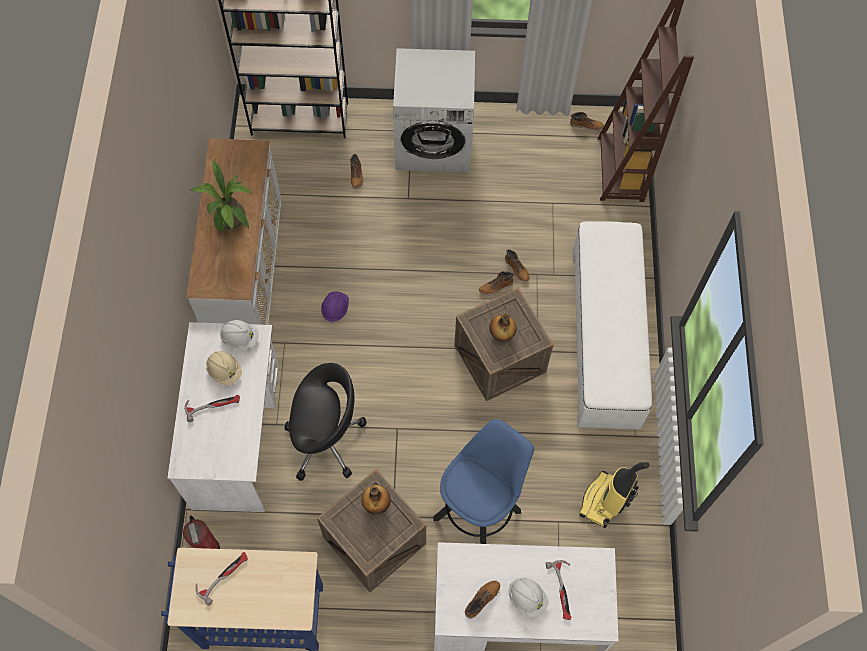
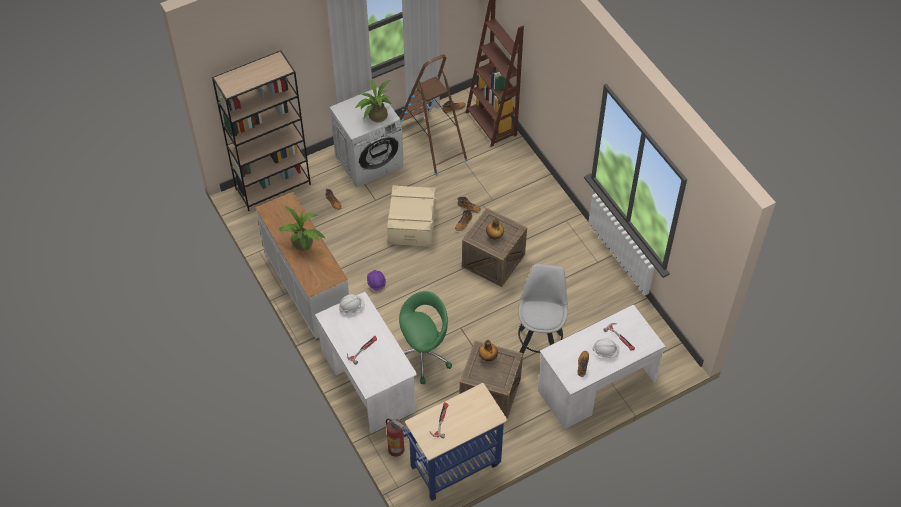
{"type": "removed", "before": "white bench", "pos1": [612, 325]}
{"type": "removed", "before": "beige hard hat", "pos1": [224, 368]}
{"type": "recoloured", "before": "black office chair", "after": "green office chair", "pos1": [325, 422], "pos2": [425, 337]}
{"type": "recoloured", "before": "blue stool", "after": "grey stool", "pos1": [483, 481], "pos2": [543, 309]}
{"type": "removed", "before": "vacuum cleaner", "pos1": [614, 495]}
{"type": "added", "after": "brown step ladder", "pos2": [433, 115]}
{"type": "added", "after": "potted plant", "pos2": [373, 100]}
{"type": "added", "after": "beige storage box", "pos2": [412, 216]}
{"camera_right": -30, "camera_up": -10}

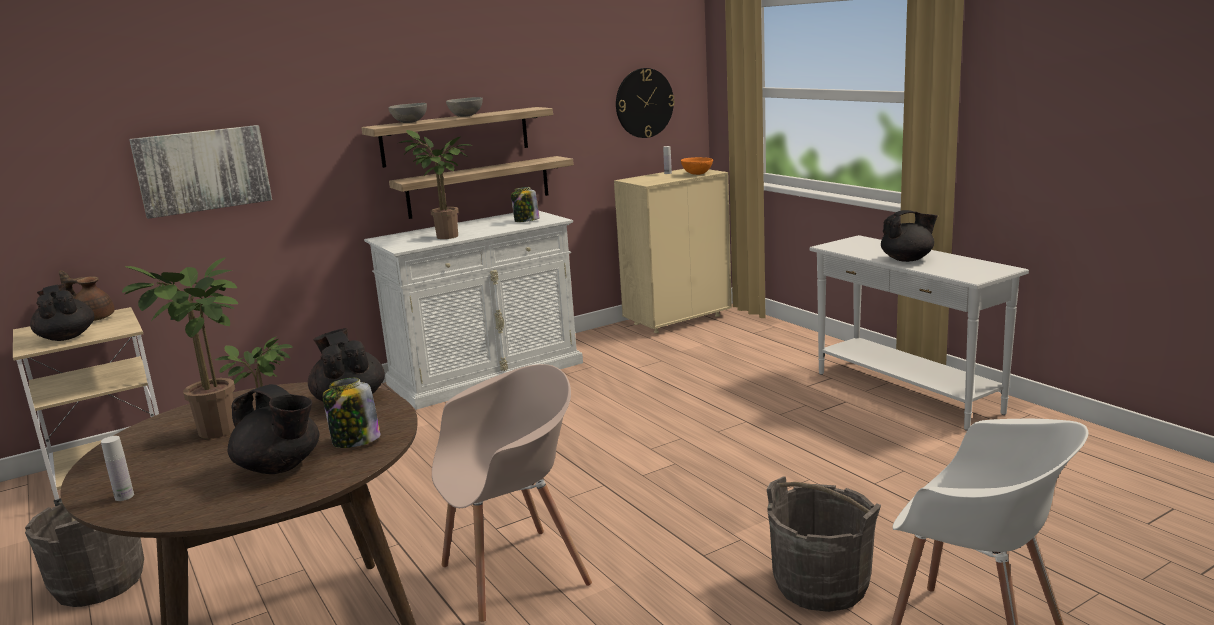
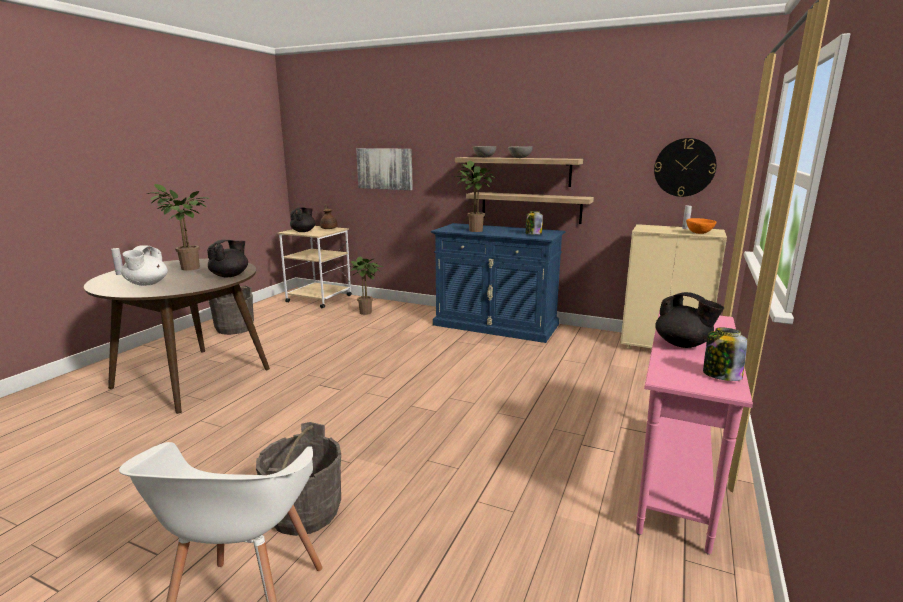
{"type": "recoloured", "before": "white dresser", "after": "blue dresser", "pos1": [473, 310], "pos2": [498, 283]}
{"type": "recoloured", "before": "white console table", "after": "pink console table", "pos1": [919, 333], "pos2": [694, 432]}
{"type": "removed", "before": "beige chair", "pos1": [512, 493]}
{"type": "moved", "before": "jar", "pos1": [352, 413], "pos2": [725, 354]}
{"type": "recoloured", "before": "black teapot", "after": "white teapot", "pos1": [273, 429], "pos2": [144, 266]}
{"camera_right": 55, "camera_up": 0}

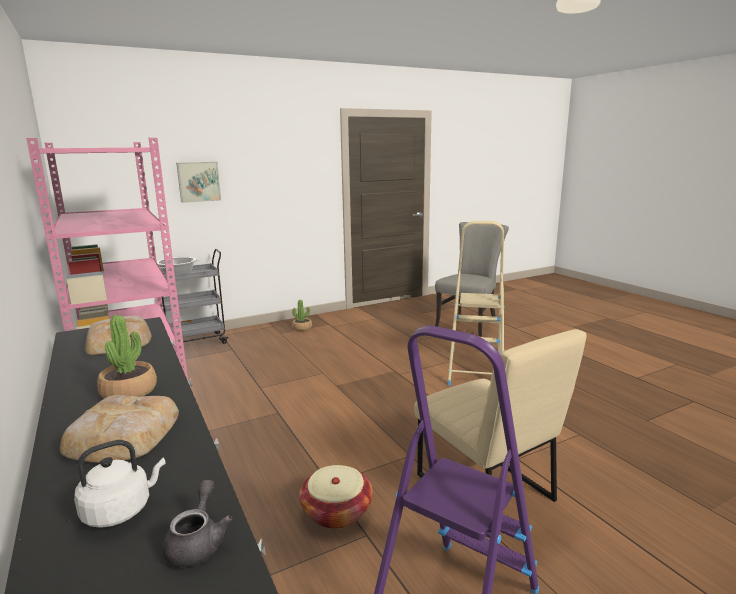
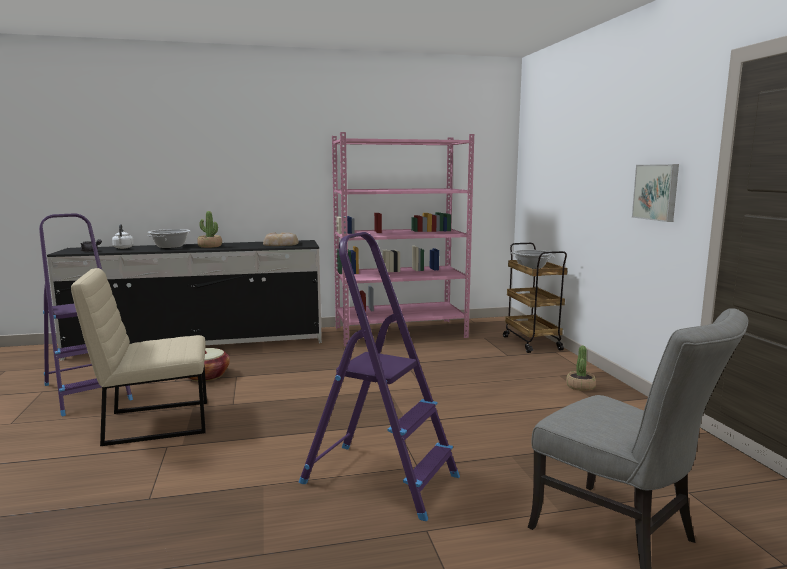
{"type": "moved", "before": "picture", "pos1": [198, 182], "pos2": [655, 193]}
{"type": "recoloured", "before": "beige step ladder", "after": "purple step ladder", "pos1": [476, 303], "pos2": [379, 376]}
{"type": "recoloured", "before": "grey cart", "after": "brown cart", "pos1": [190, 296], "pos2": [535, 298]}
{"type": "replaced", "before": "bread", "after": "cooking pot", "pos1": [119, 429], "pos2": [168, 238]}
{"camera_right": 105, "camera_up": -5}

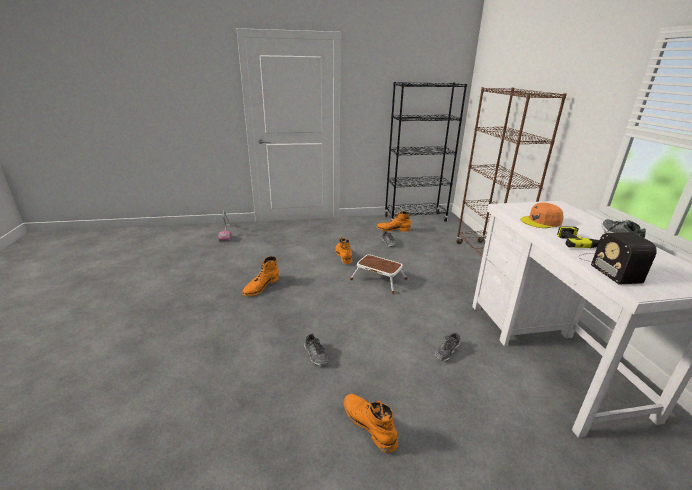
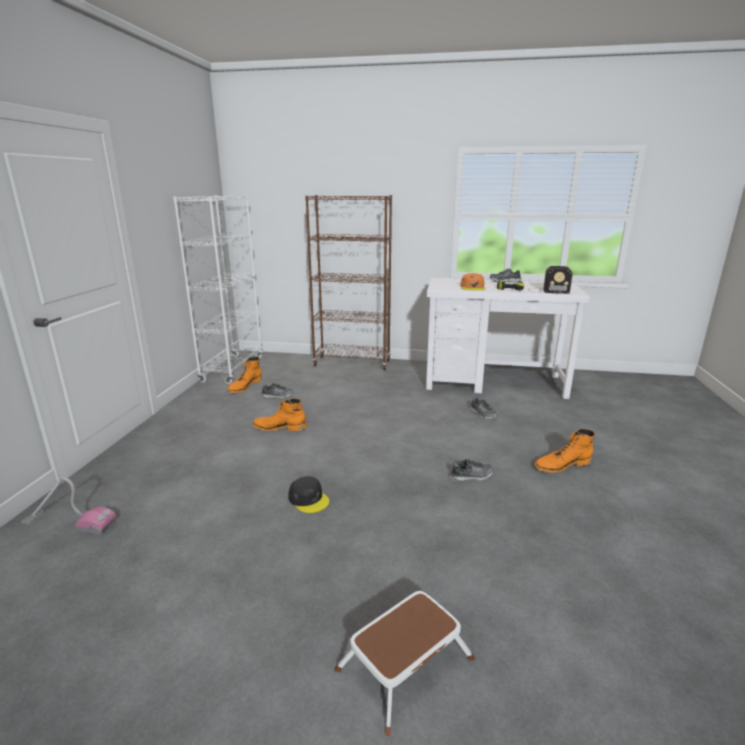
{"type": "recoloured", "before": "black bookcase", "after": "white bookcase", "pos1": [426, 152], "pos2": [217, 289]}
{"type": "moved", "before": "brown step ladder", "pos1": [378, 274], "pos2": [404, 663]}
{"type": "replaced", "before": "orange boot", "after": "black cap", "pos1": [260, 276], "pos2": [309, 494]}
{"camera_right": -70, "camera_up": -5}

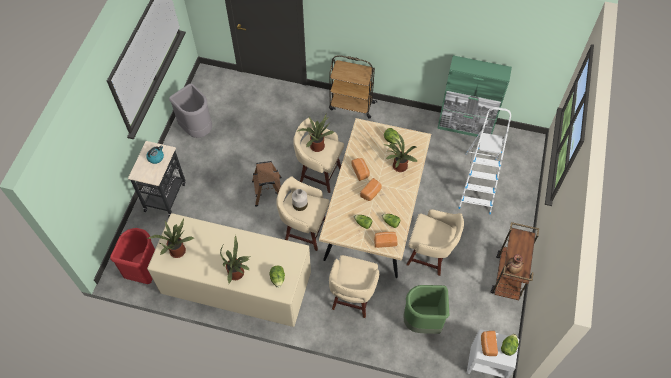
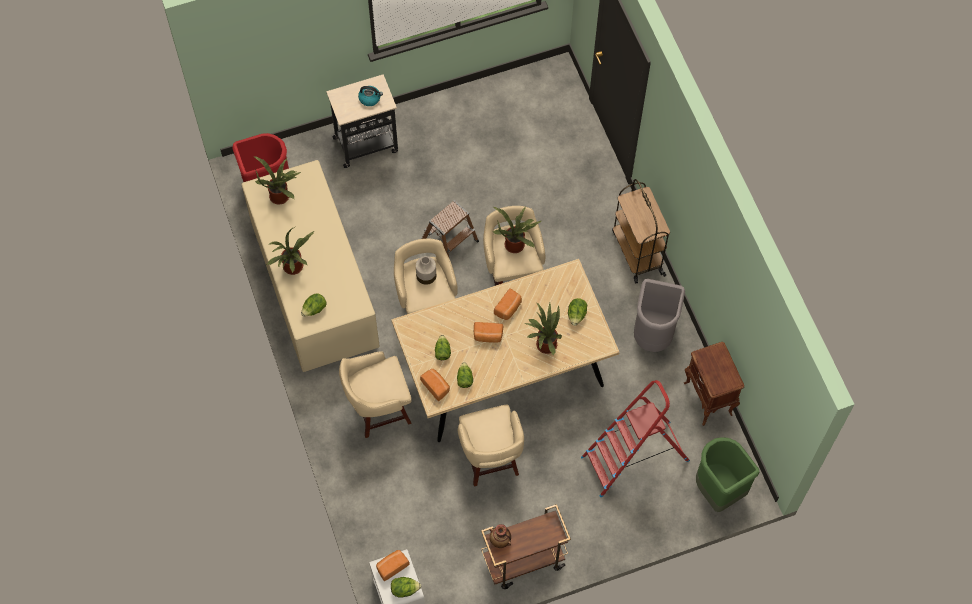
{"type": "replaced", "before": "green cabinet", "after": "brown nightstand", "pos1": [474, 96], "pos2": [714, 384]}
{"type": "moved", "before": "grey trash can", "pos1": [190, 110], "pos2": [659, 315]}
{"type": "recoloured", "before": "white step ladder", "after": "red step ladder", "pos1": [485, 160], "pos2": [635, 438]}
{"type": "moved", "before": "green trash can", "pos1": [426, 309], "pos2": [728, 474]}
{"camera_right": 55, "camera_up": 5}

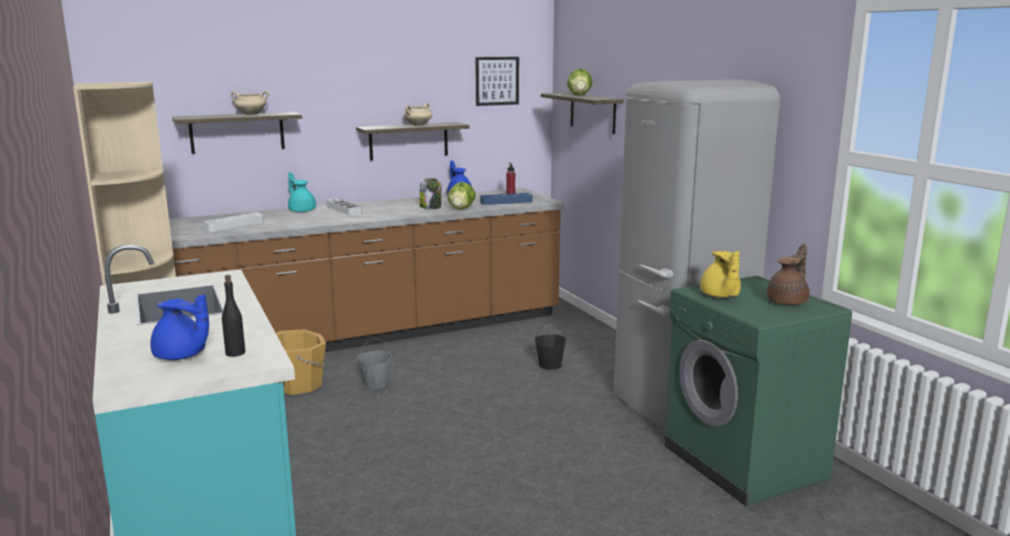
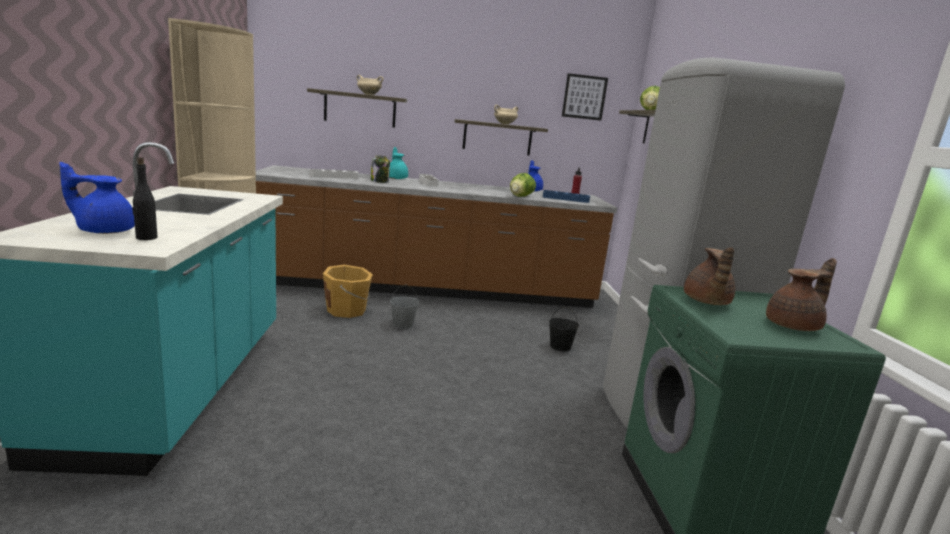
{"type": "moved", "before": "jar", "pos1": [430, 193], "pos2": [380, 169]}
{"type": "recoloured", "before": "yellow teapot", "after": "brown teapot", "pos1": [720, 274], "pos2": [709, 276]}
{"type": "turned", "before": "blue teapot", "pos1": [179, 327], "pos2": [97, 198], "turn": 135}
{"camera_right": 20, "camera_up": 0}

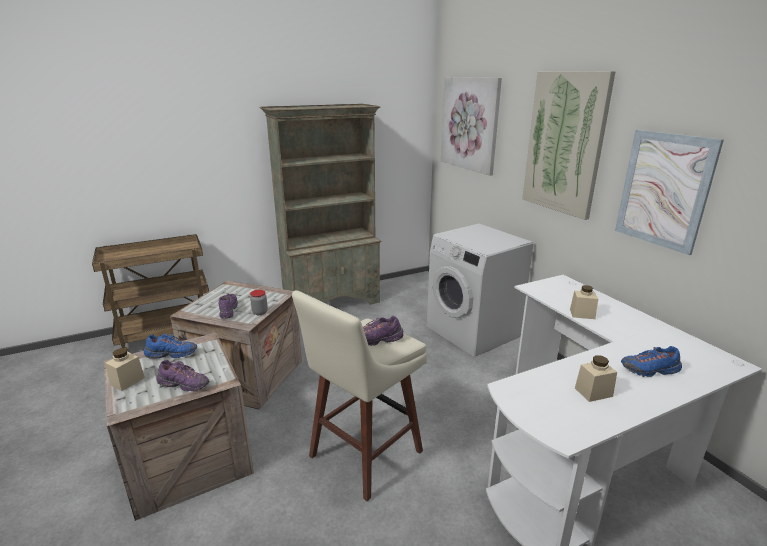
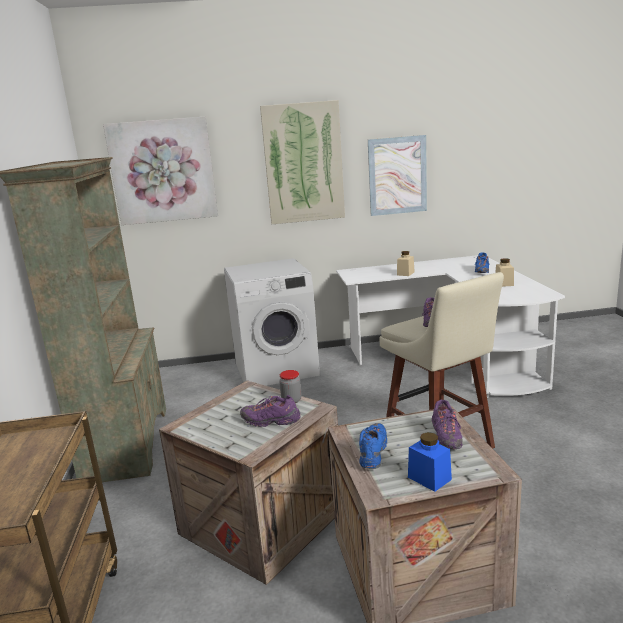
{"type": "recoloured", "before": "beige jar", "after": "blue jar", "pos1": [125, 369], "pos2": [430, 462]}
{"type": "turned", "before": "purple shoe", "pos1": [182, 375], "pos2": [447, 424], "turn": 150}
{"camera_right": -70, "camera_up": -5}

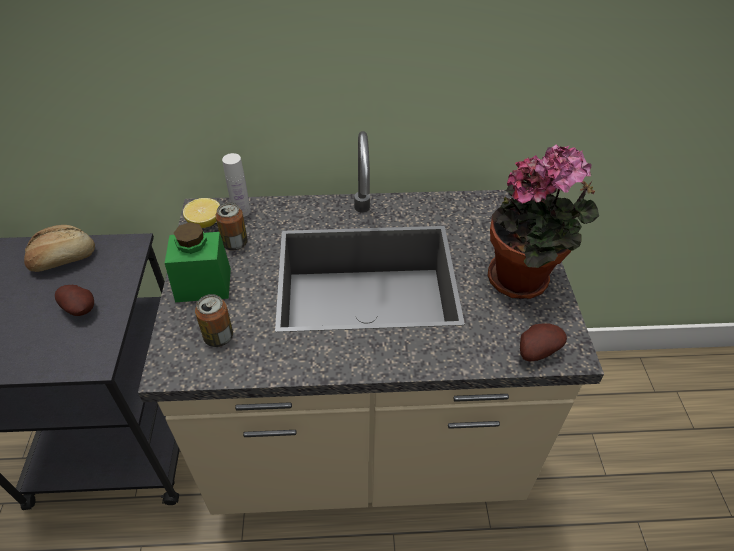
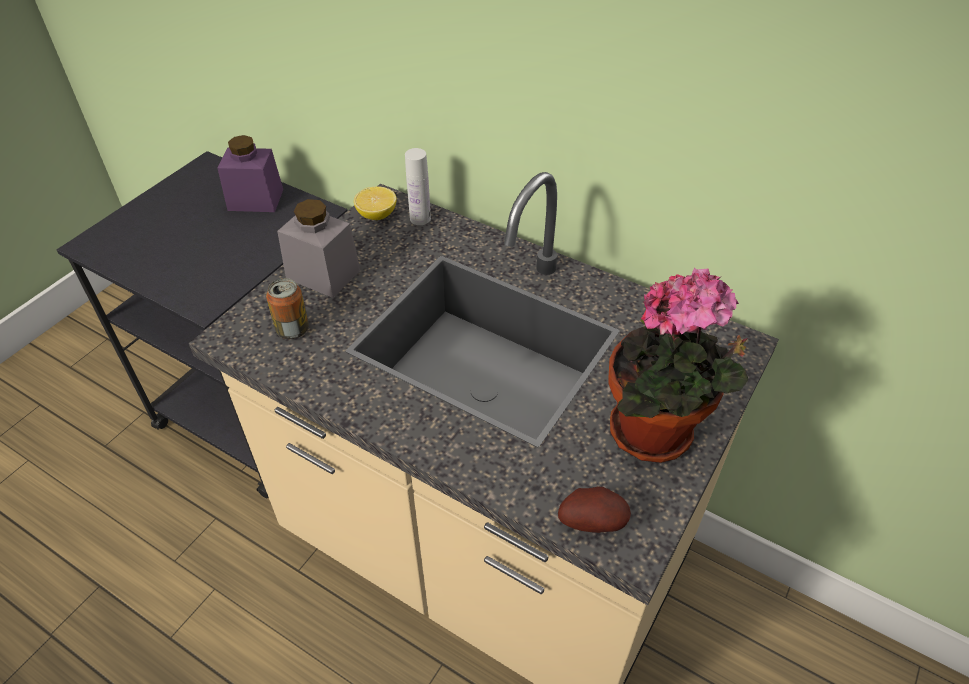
{"type": "removed", "before": "can", "pos1": [231, 226]}
{"type": "recoloured", "before": "green jar", "after": "grey jar", "pos1": [198, 262], "pos2": [318, 248]}
{"type": "replaced", "before": "bread", "after": "purple jar", "pos1": [59, 248], "pos2": [250, 173]}
{"type": "removed", "before": "potato", "pos1": [74, 300]}
{"camera_right": 35, "camera_up": 0}

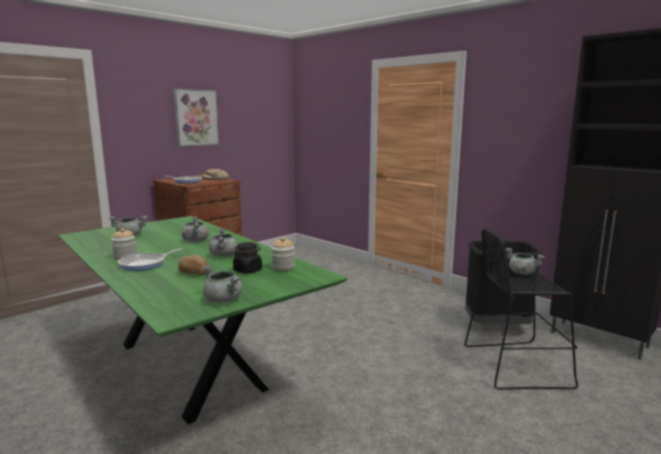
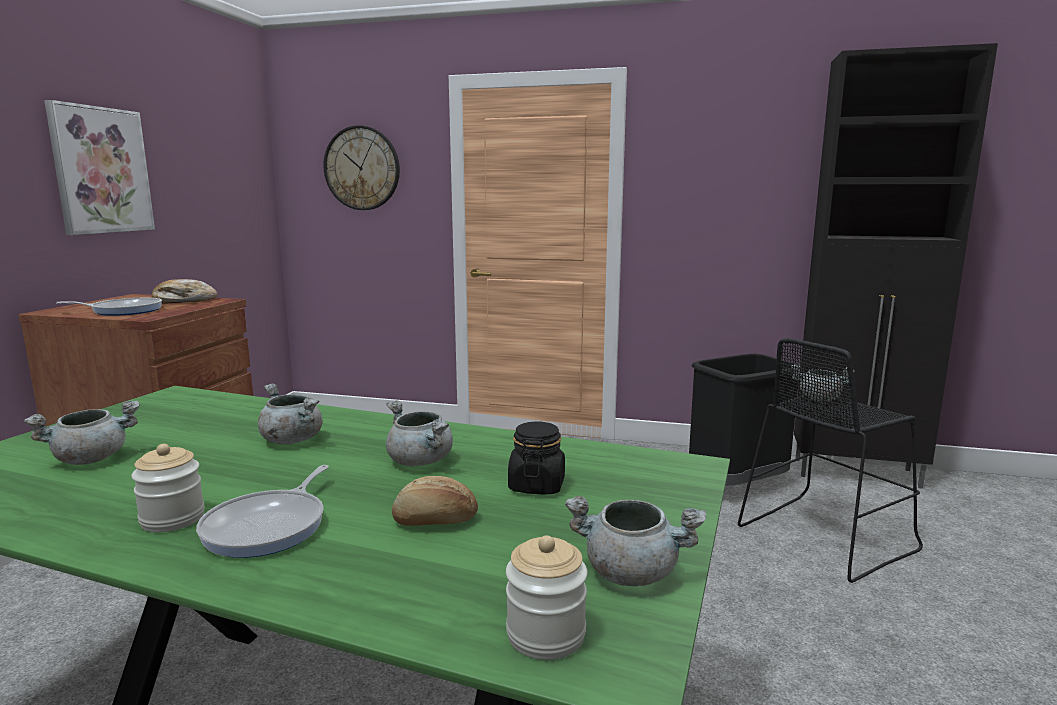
{"type": "moved", "before": "jar", "pos1": [283, 254], "pos2": [546, 597]}
{"type": "added", "after": "wall clock", "pos2": [361, 167]}
{"camera_right": -30, "camera_up": 0}

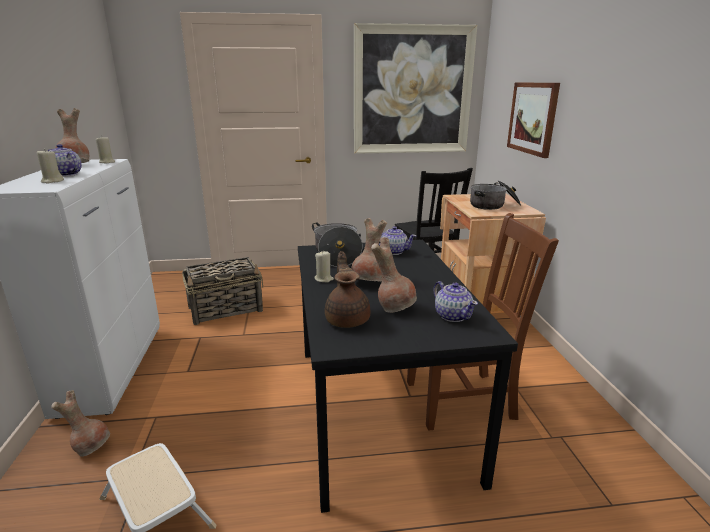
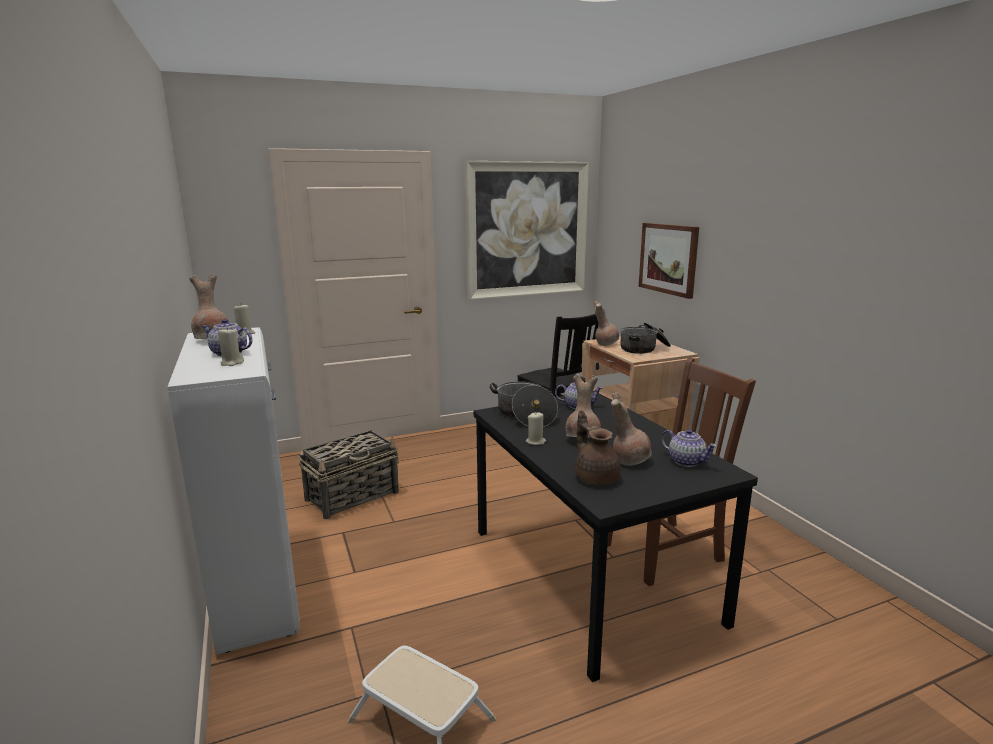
{"type": "moved", "before": "brown vase", "pos1": [80, 423], "pos2": [606, 323]}
{"camera_right": -15, "camera_up": -5}

